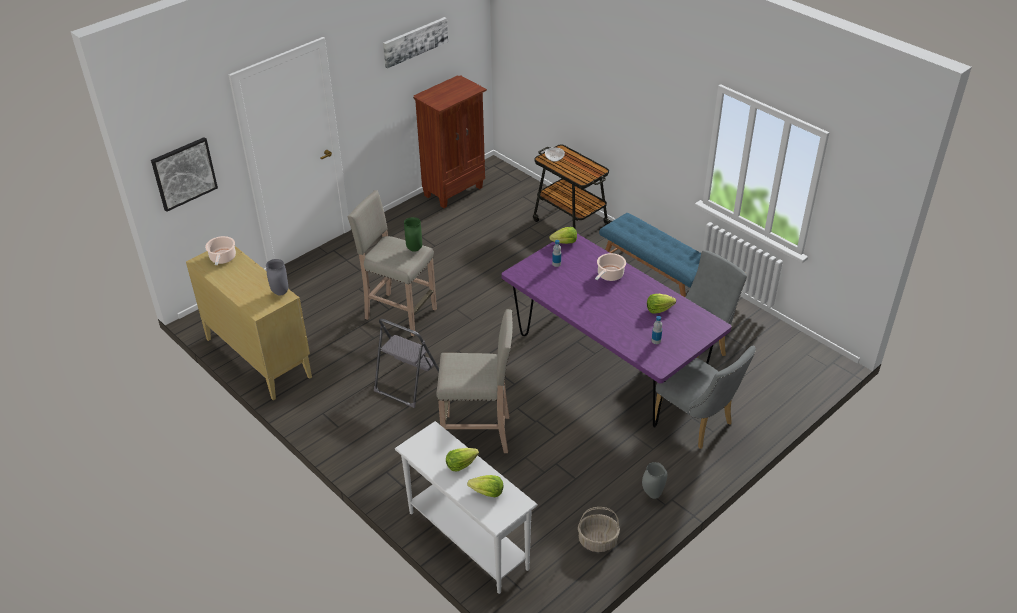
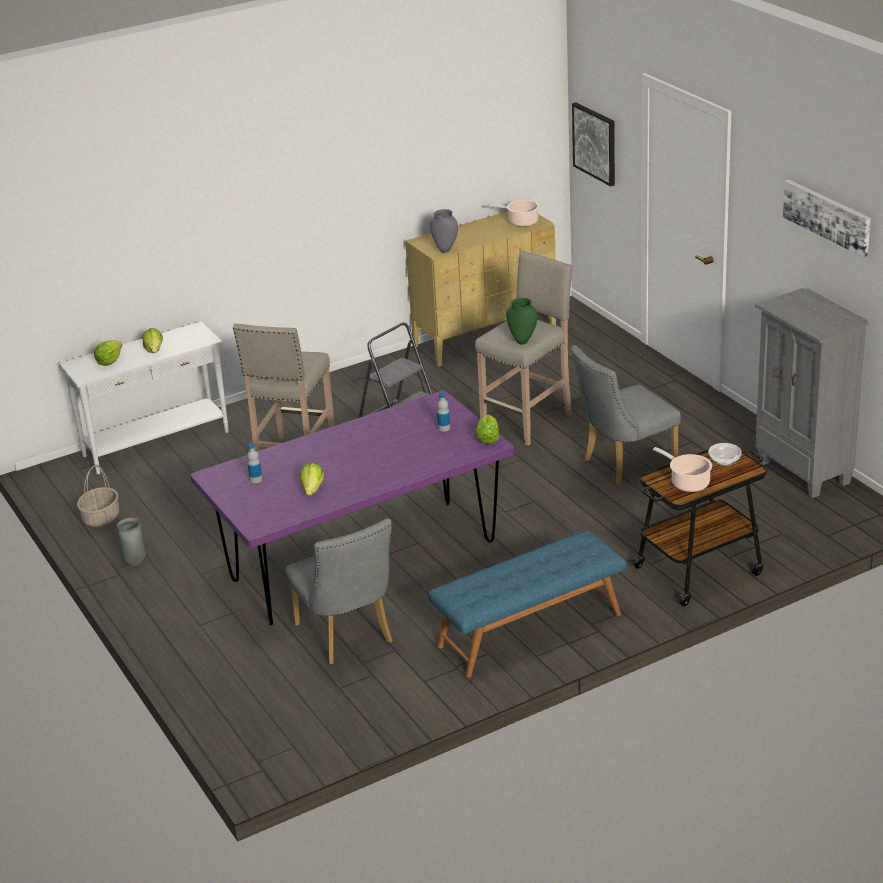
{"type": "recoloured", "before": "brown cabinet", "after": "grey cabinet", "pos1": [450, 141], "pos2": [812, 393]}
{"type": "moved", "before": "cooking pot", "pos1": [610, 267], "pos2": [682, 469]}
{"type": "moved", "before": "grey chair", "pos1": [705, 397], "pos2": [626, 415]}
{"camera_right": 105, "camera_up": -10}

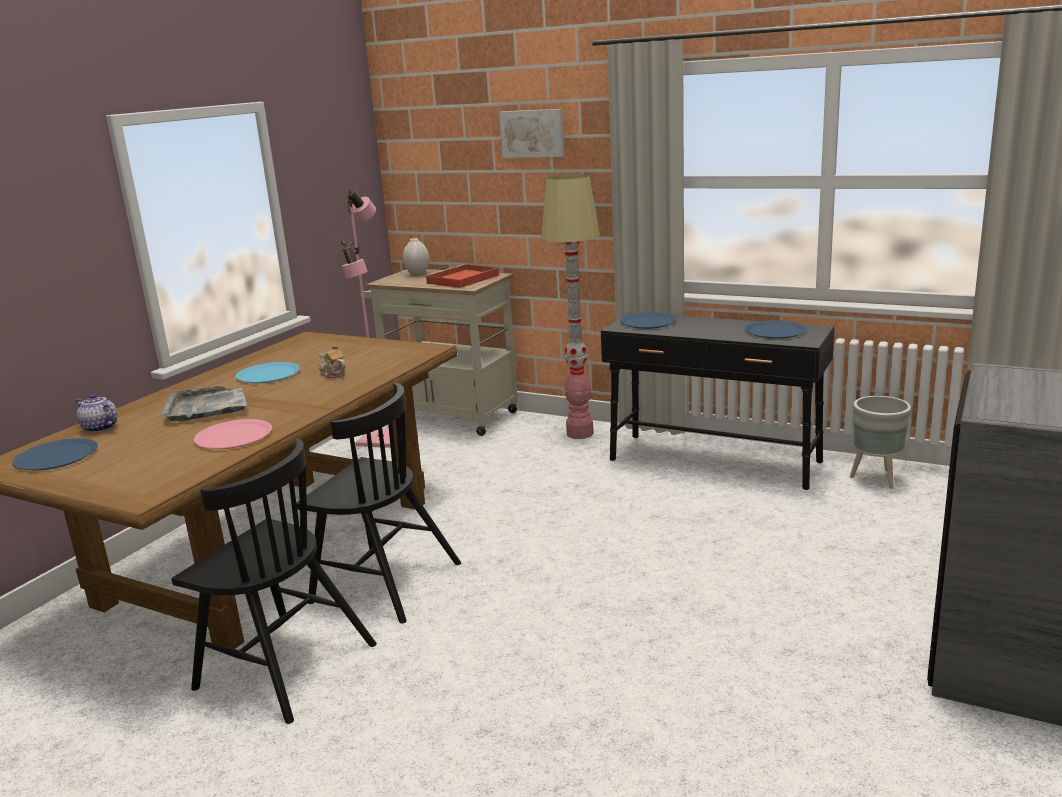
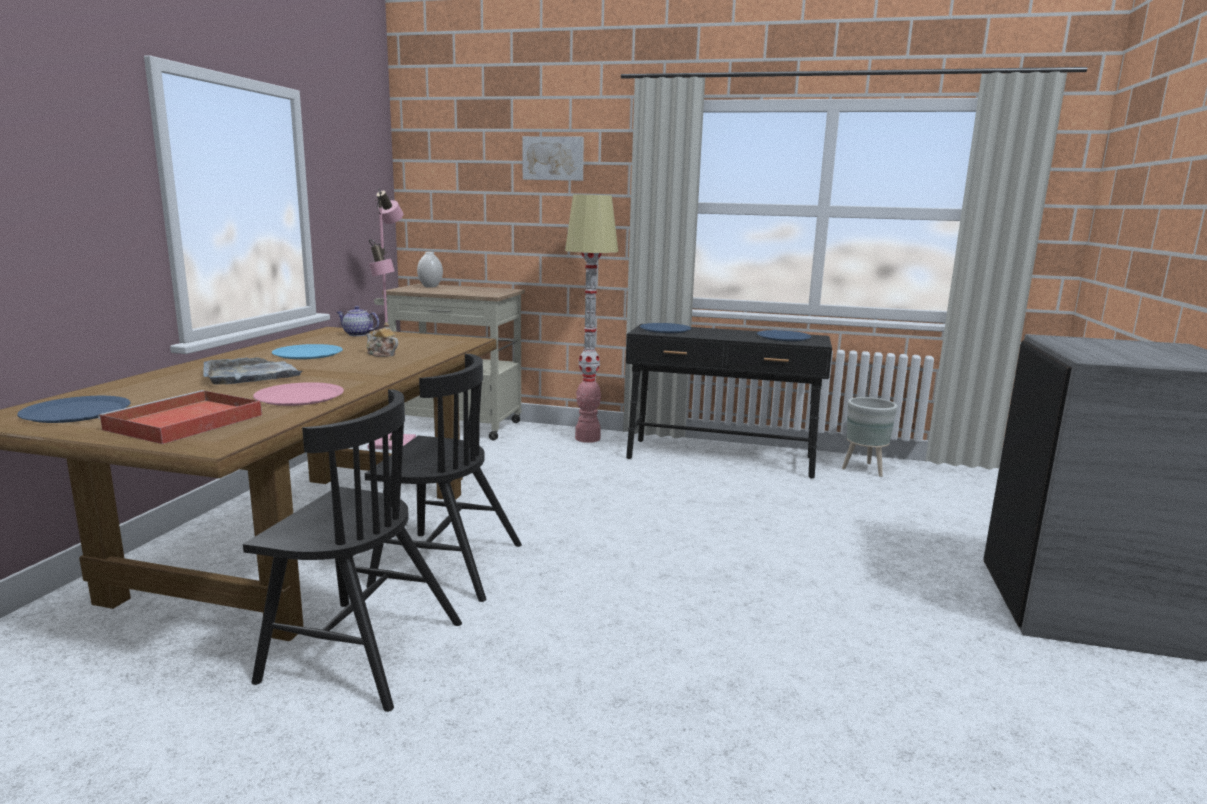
{"type": "moved", "before": "red tray", "pos1": [462, 276], "pos2": [180, 417]}
{"type": "moved", "before": "teapot", "pos1": [96, 413], "pos2": [358, 321]}
{"camera_right": -15, "camera_up": -5}

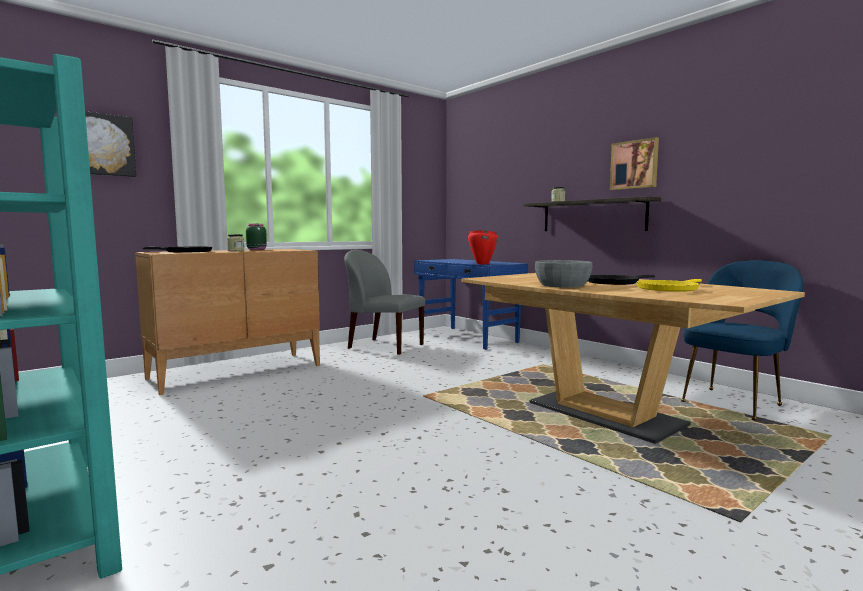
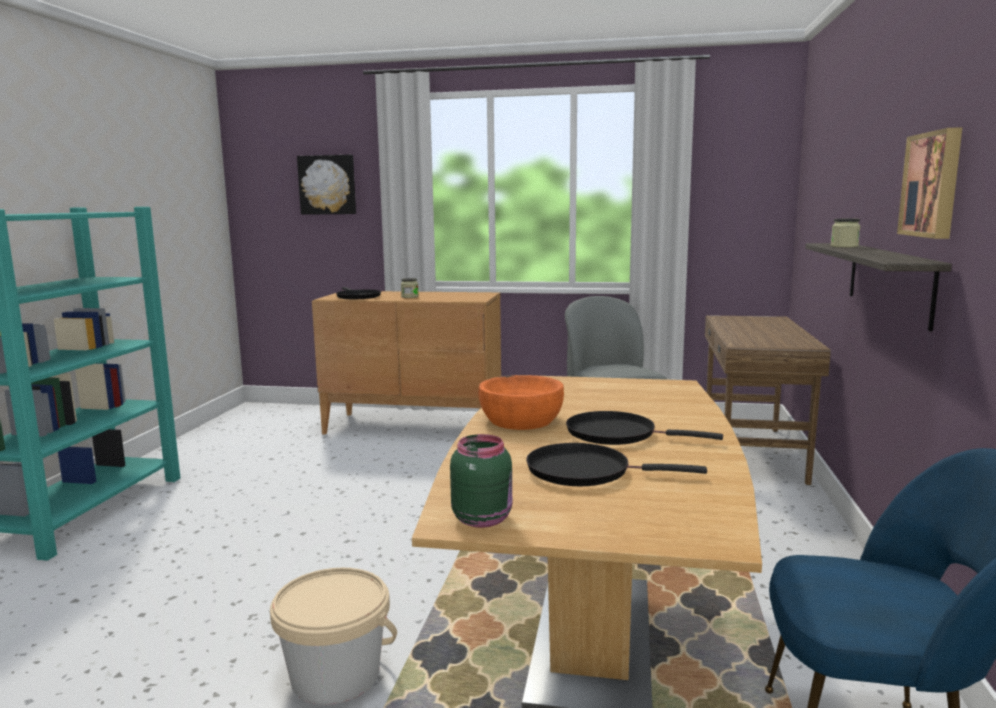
{"type": "moved", "before": "green jar", "pos1": [256, 237], "pos2": [481, 481]}
{"type": "removed", "before": "red cooking pot", "pos1": [483, 247]}
{"type": "recoloured", "before": "blue console table", "after": "brown console table", "pos1": [471, 304], "pos2": [768, 400]}
{"type": "recoloured", "before": "grey bowl", "after": "orange bowl", "pos1": [563, 274], "pos2": [521, 402]}
{"type": "recoloured", "before": "yellow frying pan", "after": "black frying pan", "pos1": [669, 285], "pos2": [616, 464]}
{"type": "added", "after": "beige bucket", "pos2": [333, 636]}
{"camera_right": 50, "camera_up": 5}

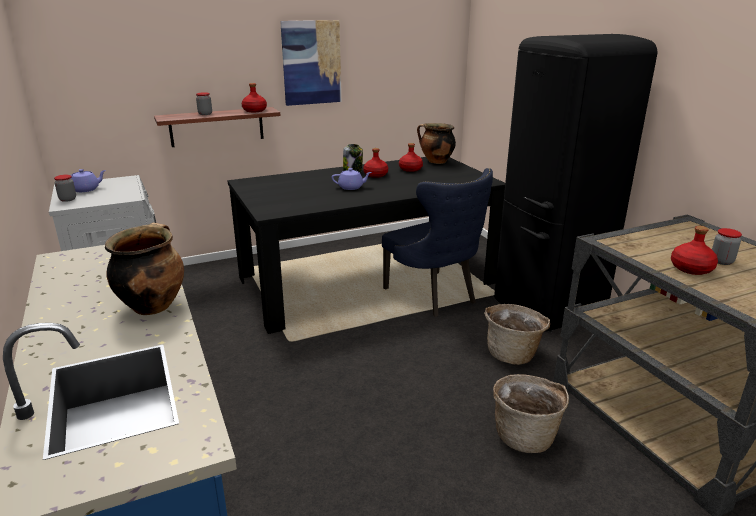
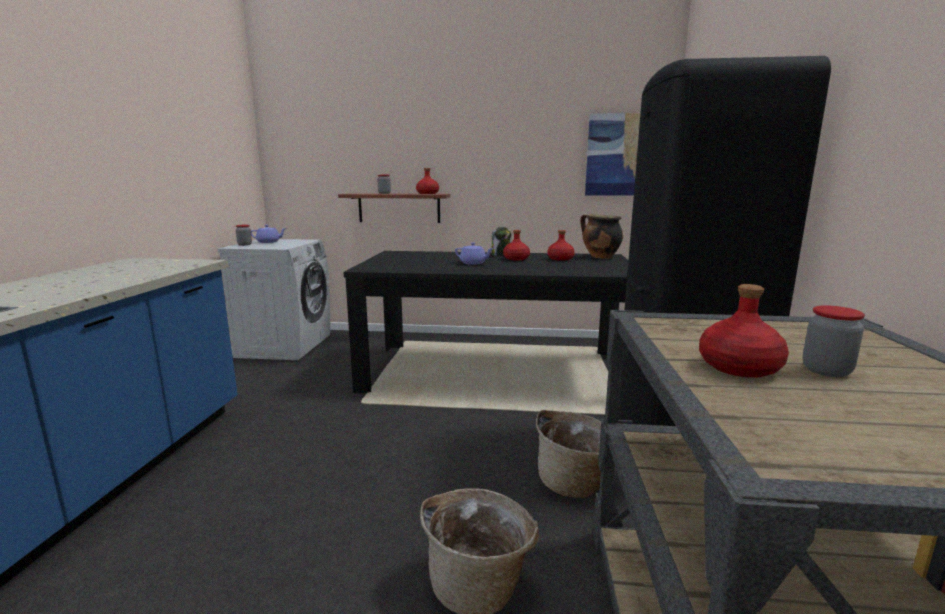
{"type": "moved", "before": "picture", "pos1": [310, 63], "pos2": [612, 154]}
{"type": "removed", "before": "blue chair", "pos1": [437, 242]}
{"type": "removed", "before": "cooking pot", "pos1": [144, 269]}
{"camera_right": 30, "camera_up": -10}

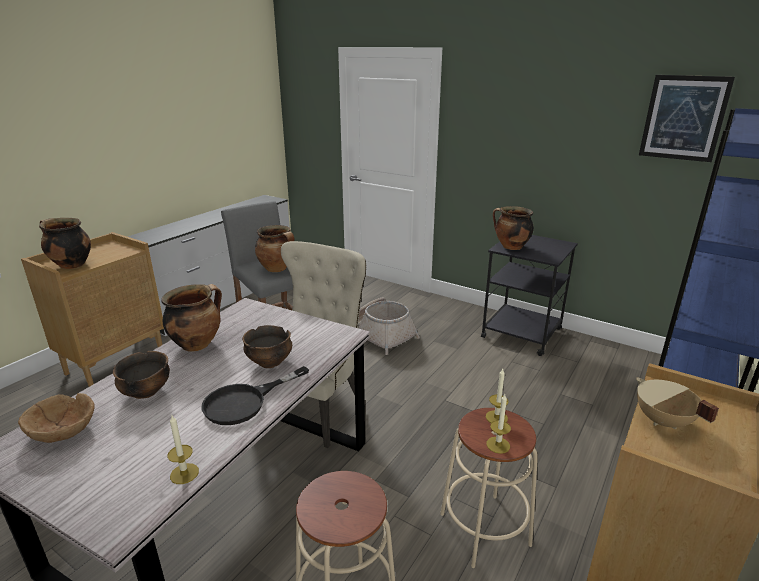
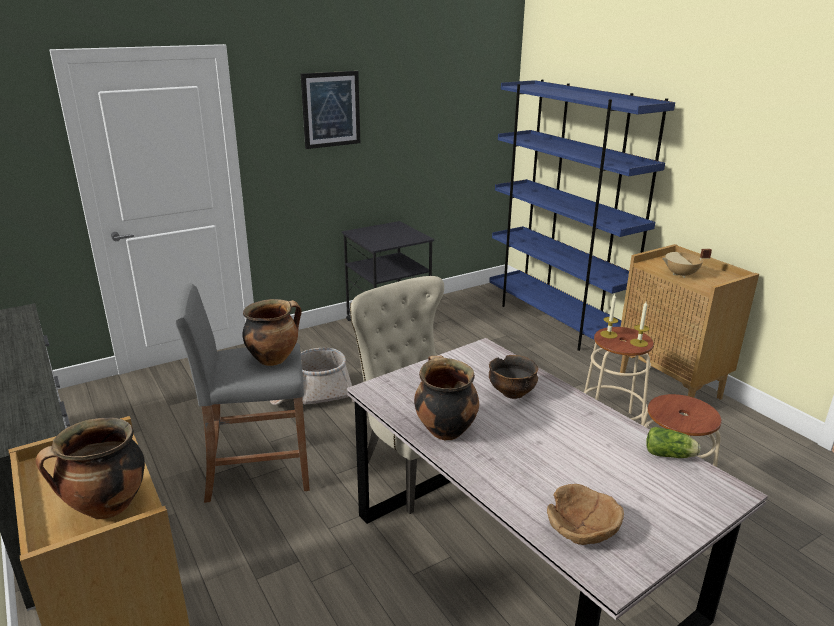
{"type": "moved", "before": "picture", "pos1": [687, 118], "pos2": [330, 110]}
{"type": "removed", "before": "cooking pot", "pos1": [513, 228]}
{"type": "removed", "before": "bowl", "pos1": [141, 375]}
{"type": "removed", "before": "black frying pan", "pos1": [255, 395]}
{"type": "replaced", "before": "candle", "after": "lettuce", "pos1": [183, 449], "pos2": [673, 442]}
{"camera_right": -65, "camera_up": 0}

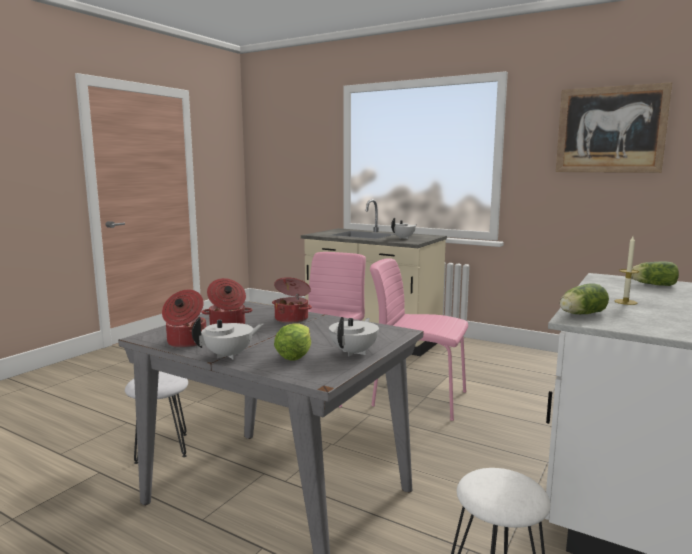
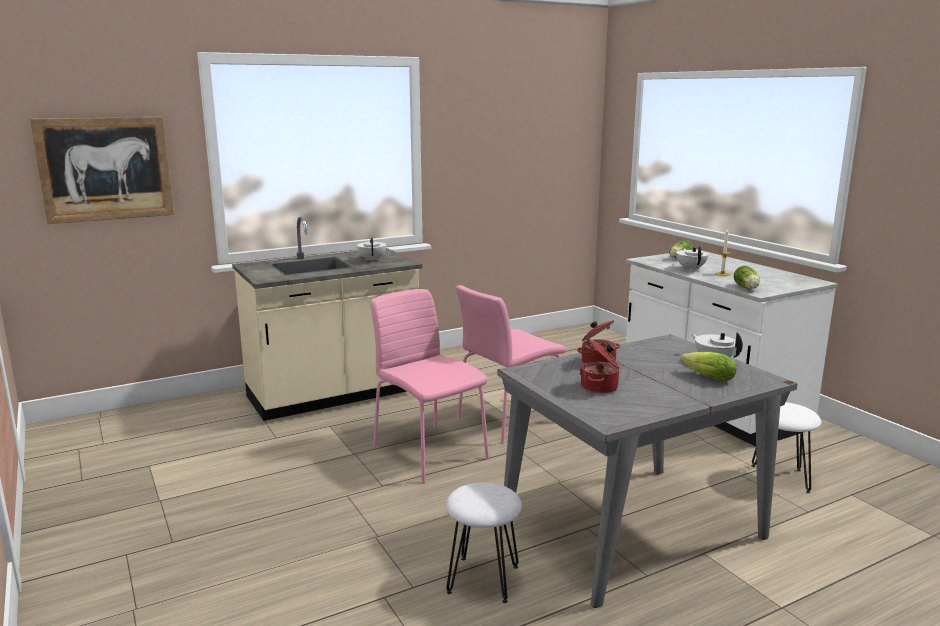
{"type": "moved", "before": "picture", "pos1": [614, 127], "pos2": [102, 170]}
{"type": "removed", "before": "cooking pot", "pos1": [184, 319]}
{"type": "moved", "before": "white teapot", "pos1": [228, 338], "pos2": [692, 258]}
{"camera_right": -60, "camera_up": 5}

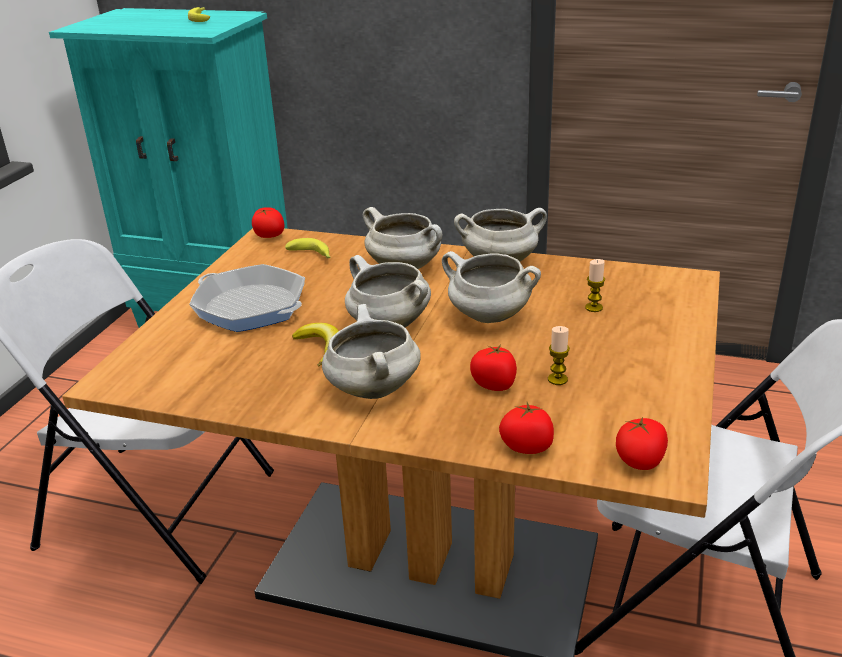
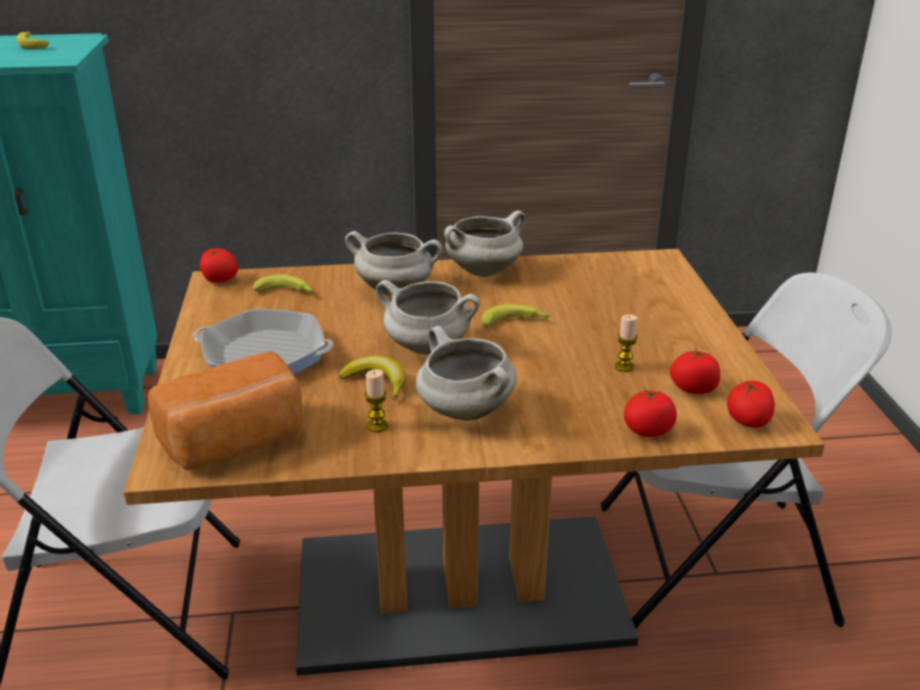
{"type": "replaced", "before": "white cooking pot", "after": "banana", "pos1": [491, 287], "pos2": [515, 315]}
{"type": "moved", "before": "candle", "pos1": [595, 285], "pos2": [376, 400]}
{"type": "moved", "before": "tomato", "pos1": [493, 367], "pos2": [695, 371]}
{"type": "added", "after": "bread", "pos2": [225, 410]}
{"camera_right": -25, "camera_up": 0}

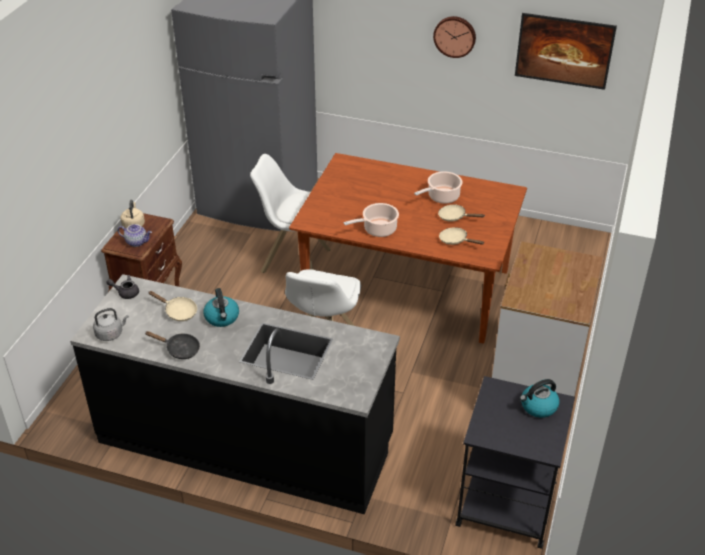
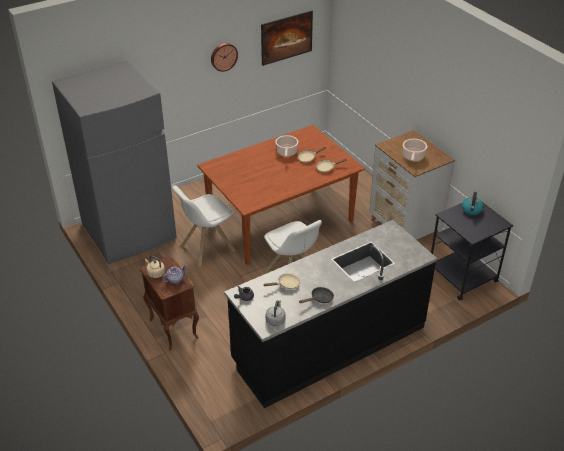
{"type": "moved", "before": "cooking pot", "pos1": [371, 220], "pos2": [415, 150]}
{"type": "removed", "before": "kettle", "pos1": [221, 307]}
{"camera_right": -50, "camera_up": 0}

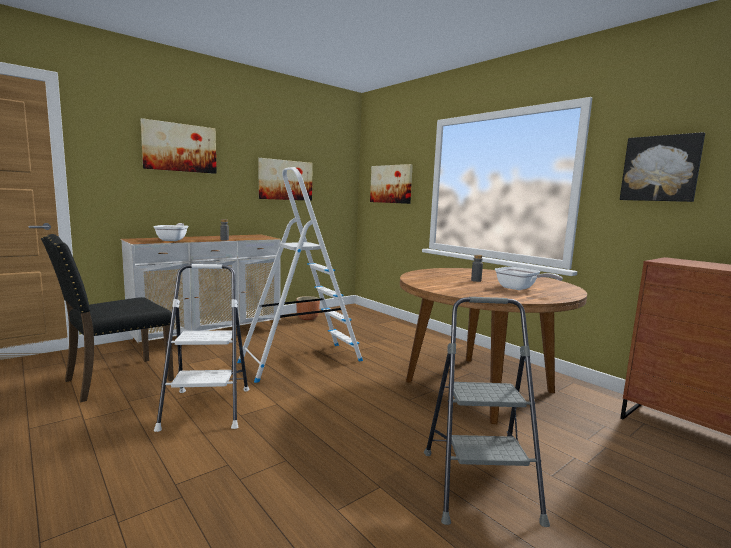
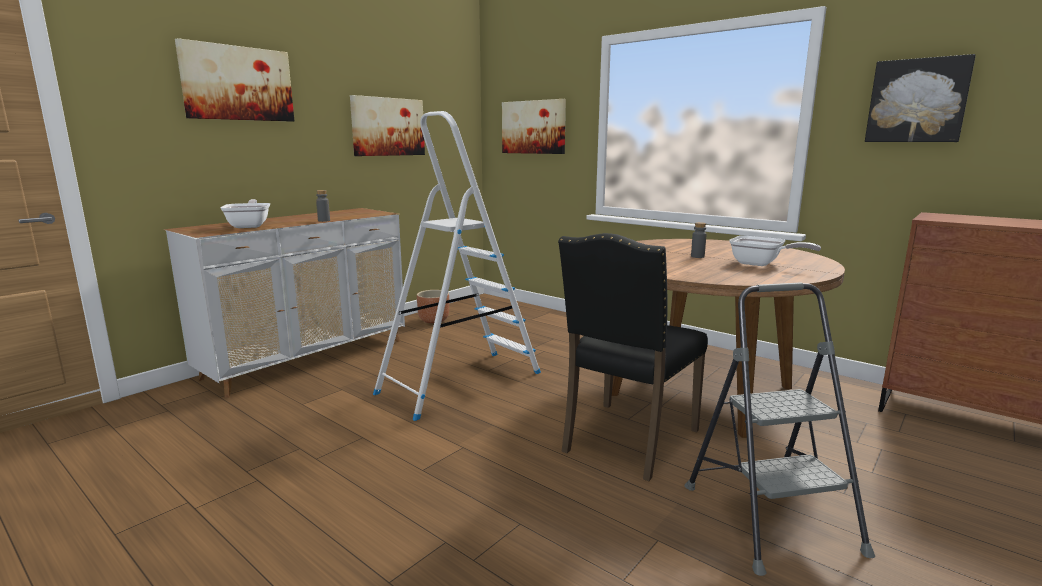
{"type": "moved", "before": "black chair", "pos1": [107, 318], "pos2": [633, 357]}
{"type": "removed", "before": "white step ladder", "pos1": [202, 348]}
{"camera_right": -10, "camera_up": 5}

